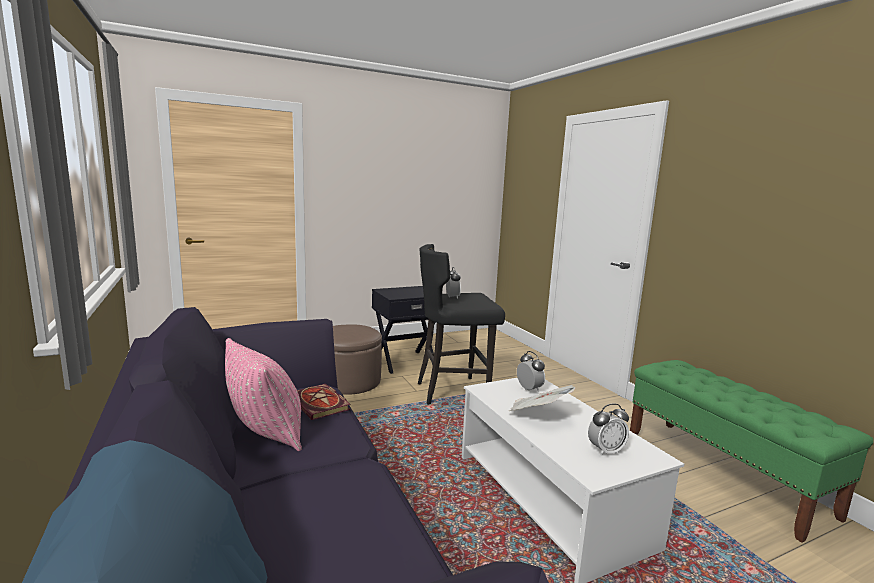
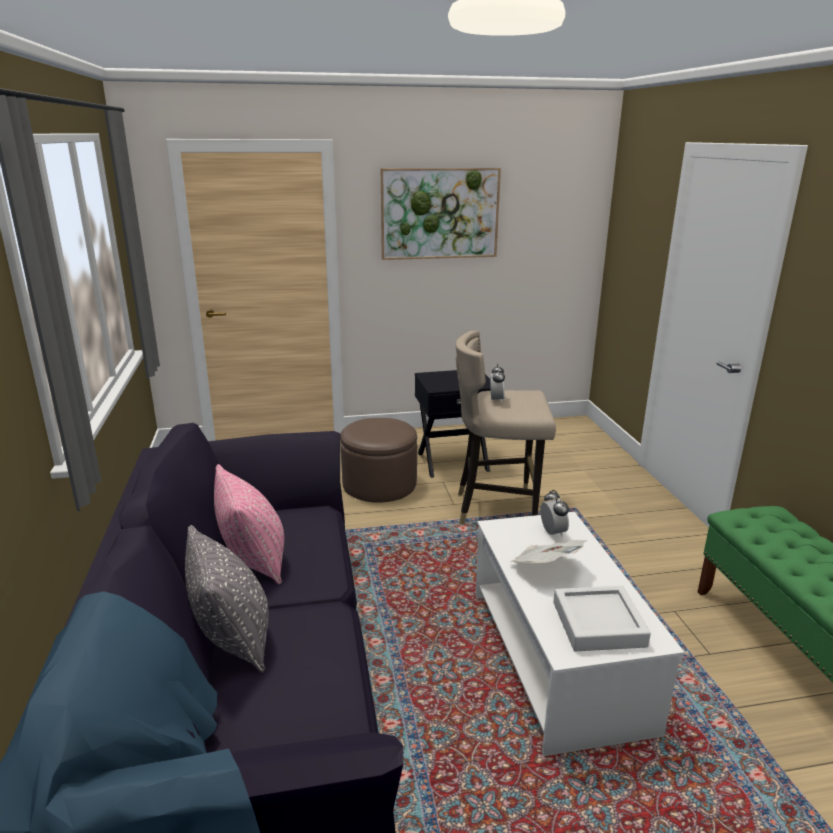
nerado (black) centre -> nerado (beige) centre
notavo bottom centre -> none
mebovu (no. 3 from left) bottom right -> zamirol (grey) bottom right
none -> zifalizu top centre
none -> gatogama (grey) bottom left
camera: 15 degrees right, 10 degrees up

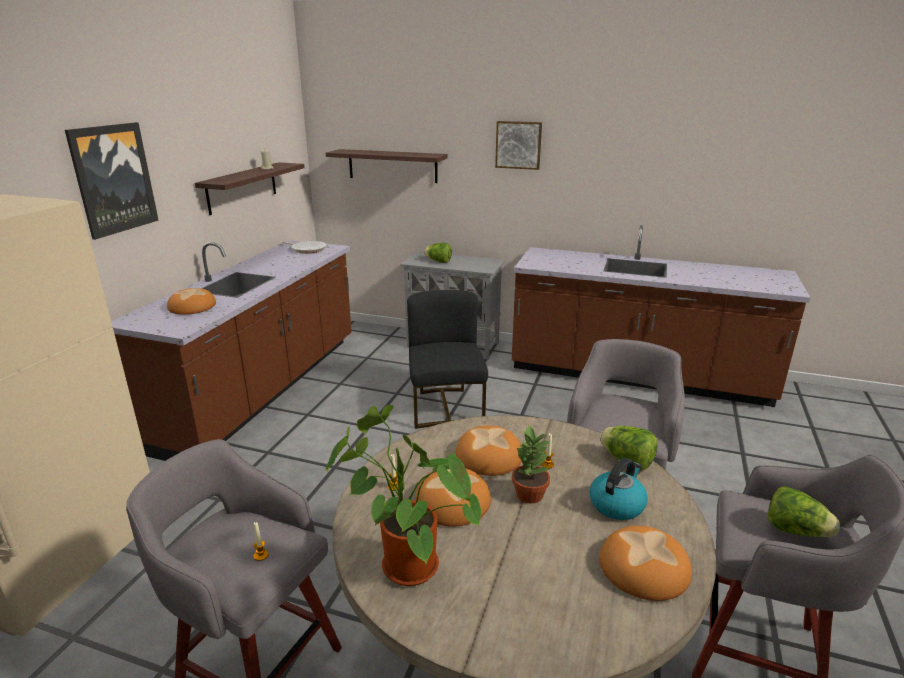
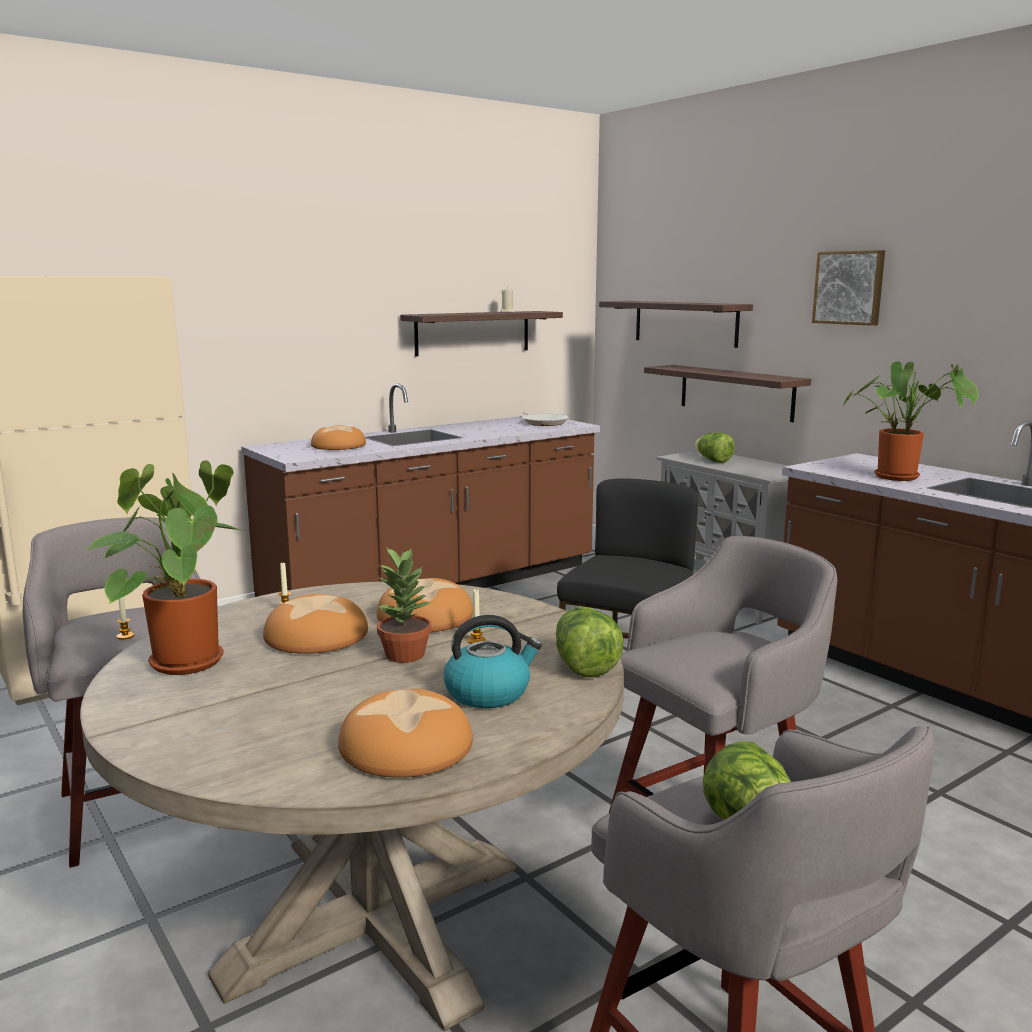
zifalizu (no. 1 from left) top left -> none
none -> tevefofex (no. 3 from left) middle right
none -> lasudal (no. 3 from left) middle right
camera: 35 degrees right, 10 degrees down

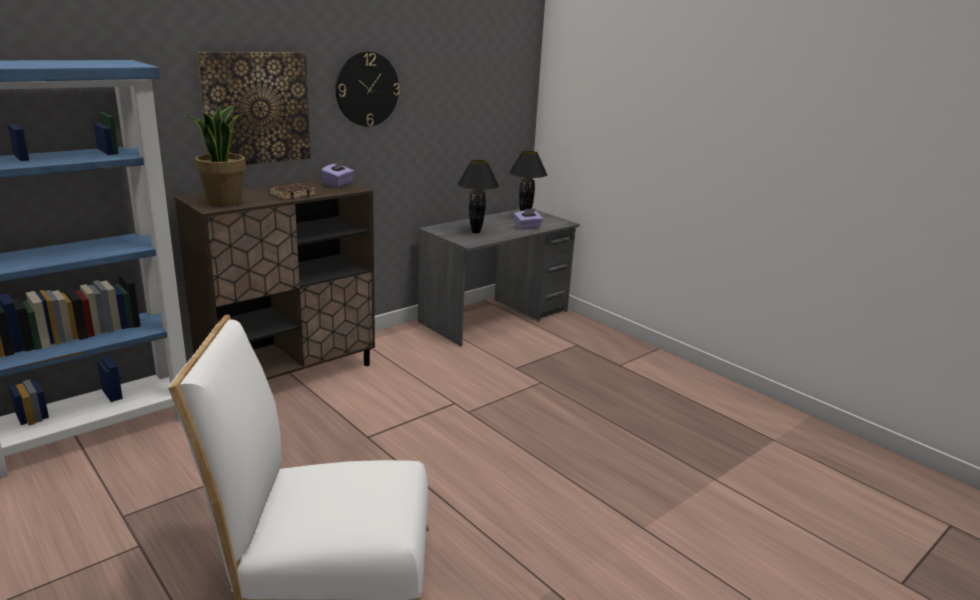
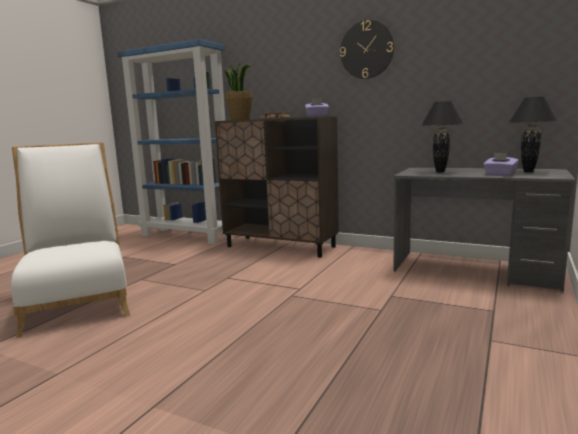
zifalizu top left -> none
camera: 70 degrees right, 10 degrees down

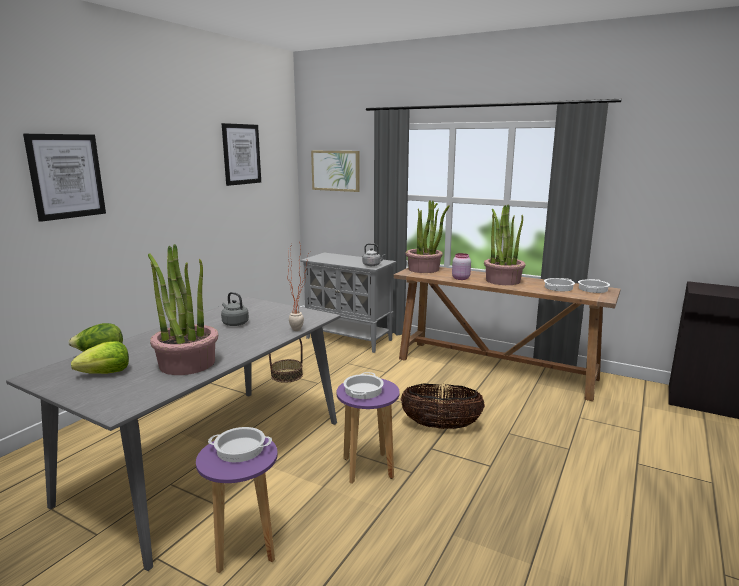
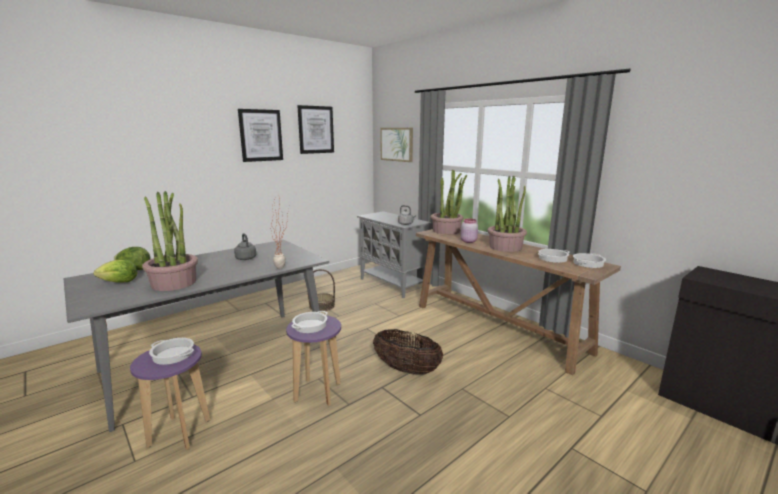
zifalizu (no. 1 from left) top left -> zifalizu (no. 1 from left) top centre, shifted
camera: 20 degrees right, 0 degrees up

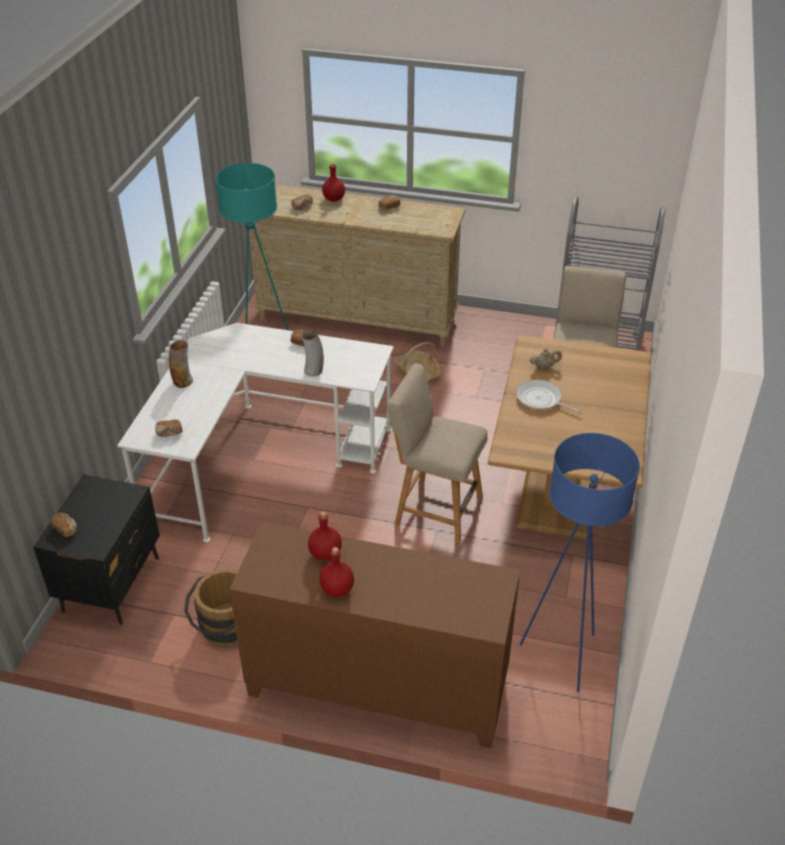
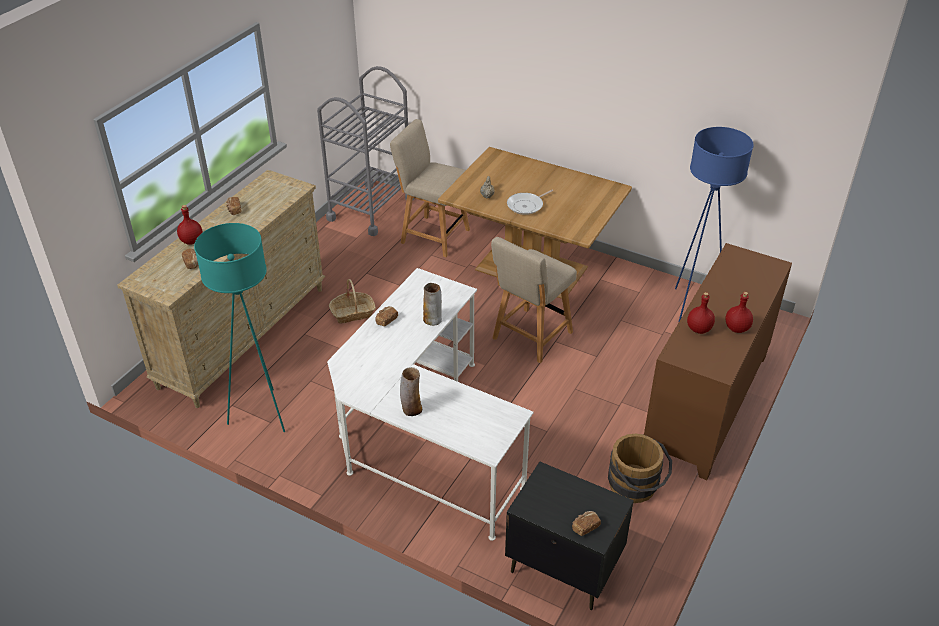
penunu (no. 2 from left) middle left -> none
camera: 75 degrees left, 0 degrees up

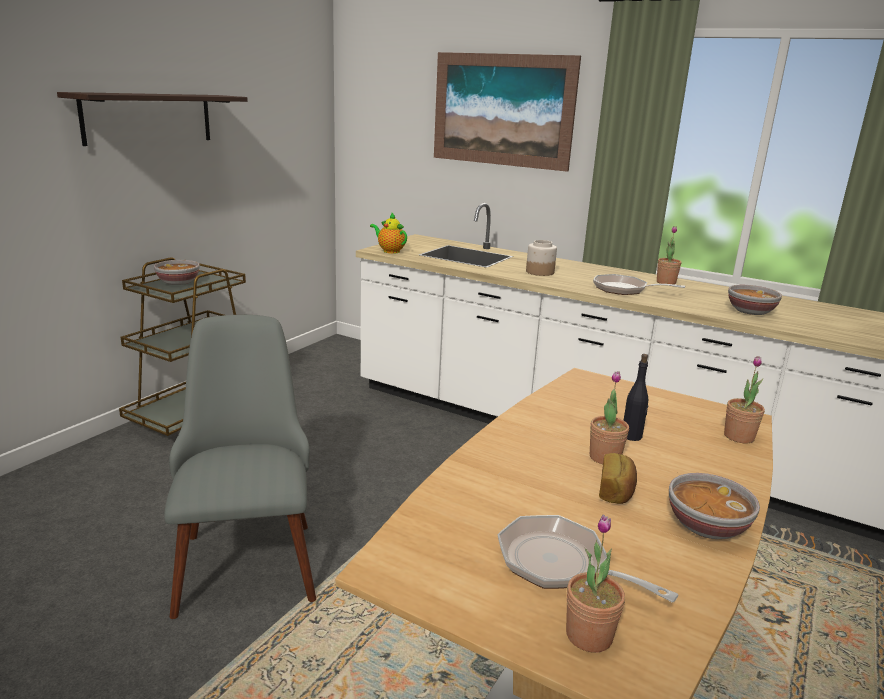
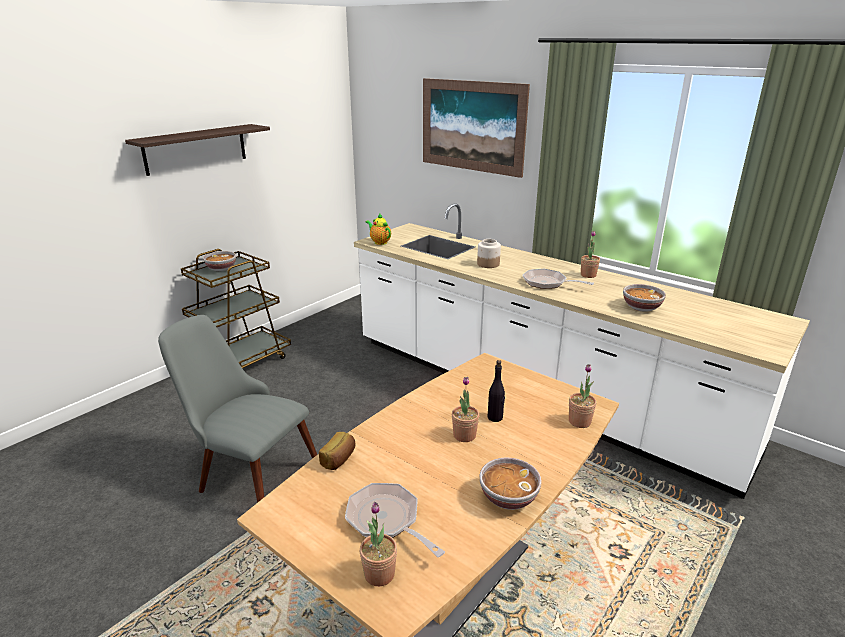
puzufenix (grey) bottom left -> puzufenix (grey) middle left, 60 degrees counterclockwise
penunu bottom right -> penunu bottom centre, shifted
camera: 10 degrees right, 5 degrees up

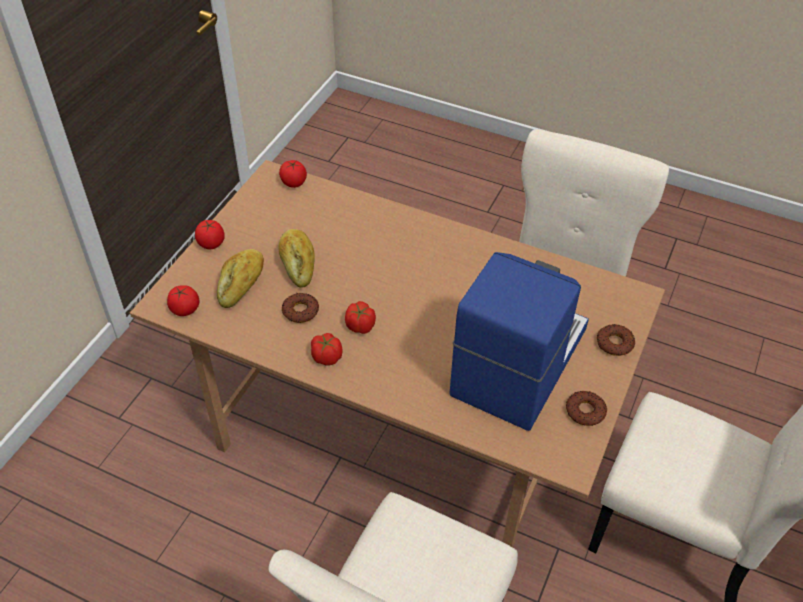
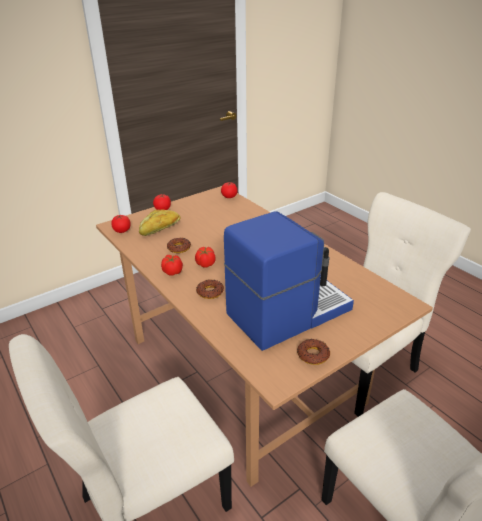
penunu (no. 2 from left) centre -> none
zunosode (no. 3 from left in the first image) middle right -> zunosode (no. 2 from left) centre, shifted
camera: 30 degrees right, 15 degrees down

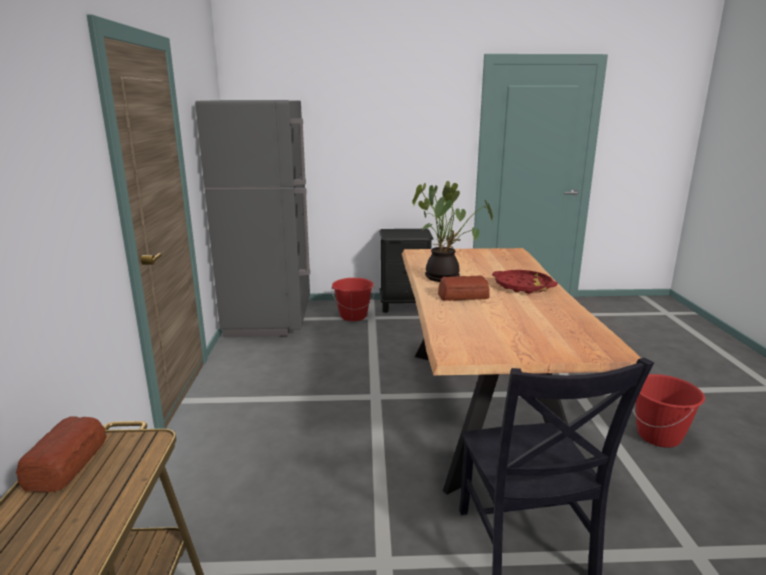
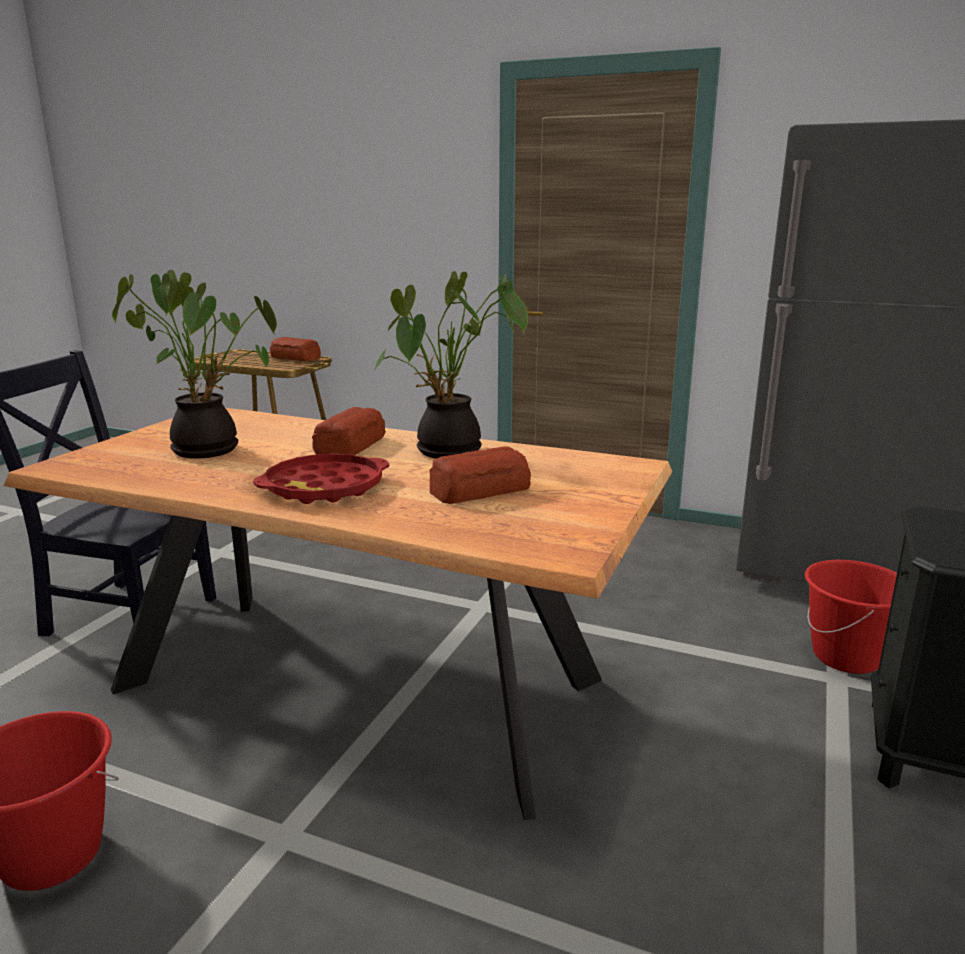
none -> tevefofex (no. 1 from left) middle left
none -> penunu (no. 3 from left) centre
camera: 115 degrees right, 0 degrees up

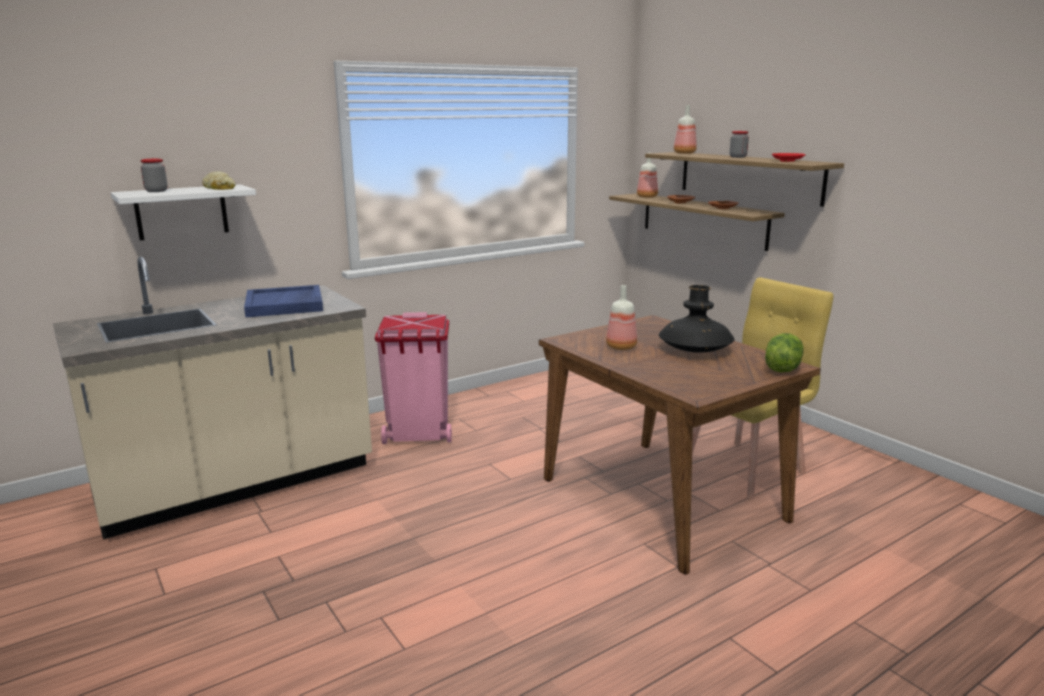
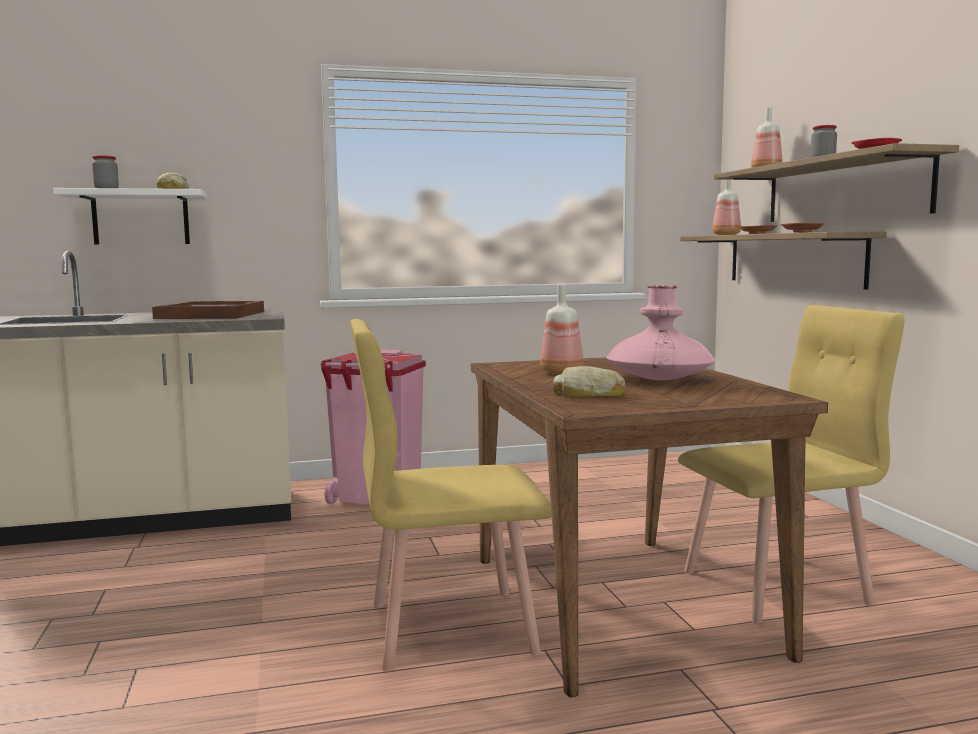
zamirol (blue) middle left -> zamirol (brown) middle left
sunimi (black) middle right -> sunimi (pink) middle right
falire middle right -> none
none -> puzufenix (yellow) (no. 1 from left) bottom centre
none -> penunu (no. 2 from left) centre
camera: 20 degrees right, 10 degrees down

